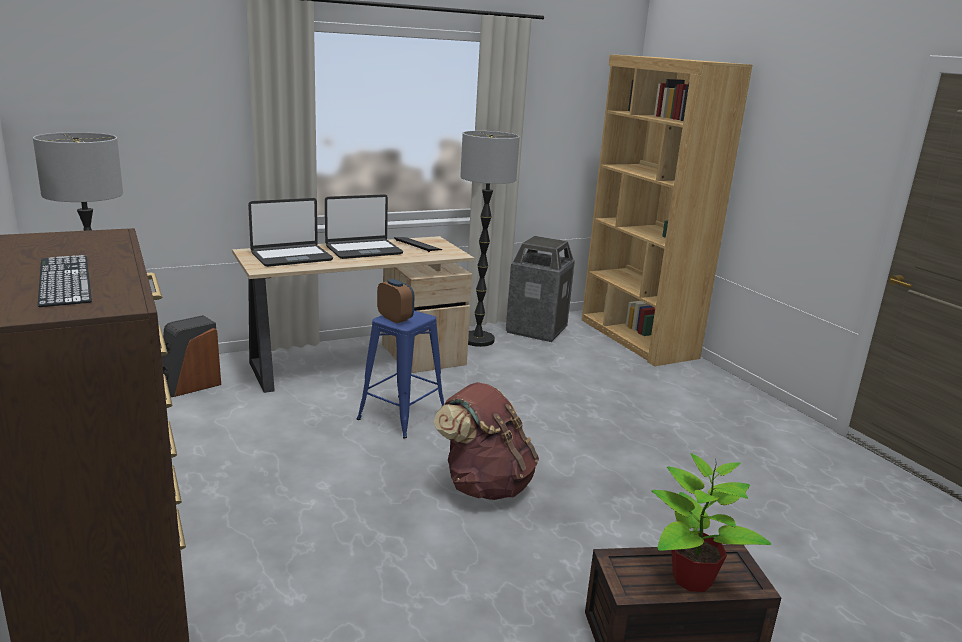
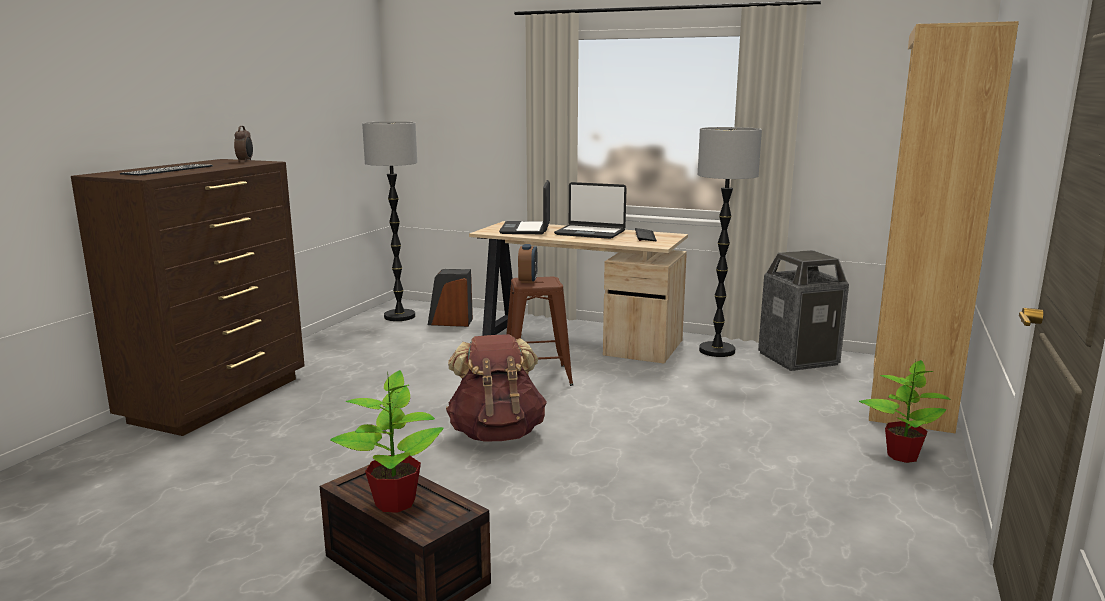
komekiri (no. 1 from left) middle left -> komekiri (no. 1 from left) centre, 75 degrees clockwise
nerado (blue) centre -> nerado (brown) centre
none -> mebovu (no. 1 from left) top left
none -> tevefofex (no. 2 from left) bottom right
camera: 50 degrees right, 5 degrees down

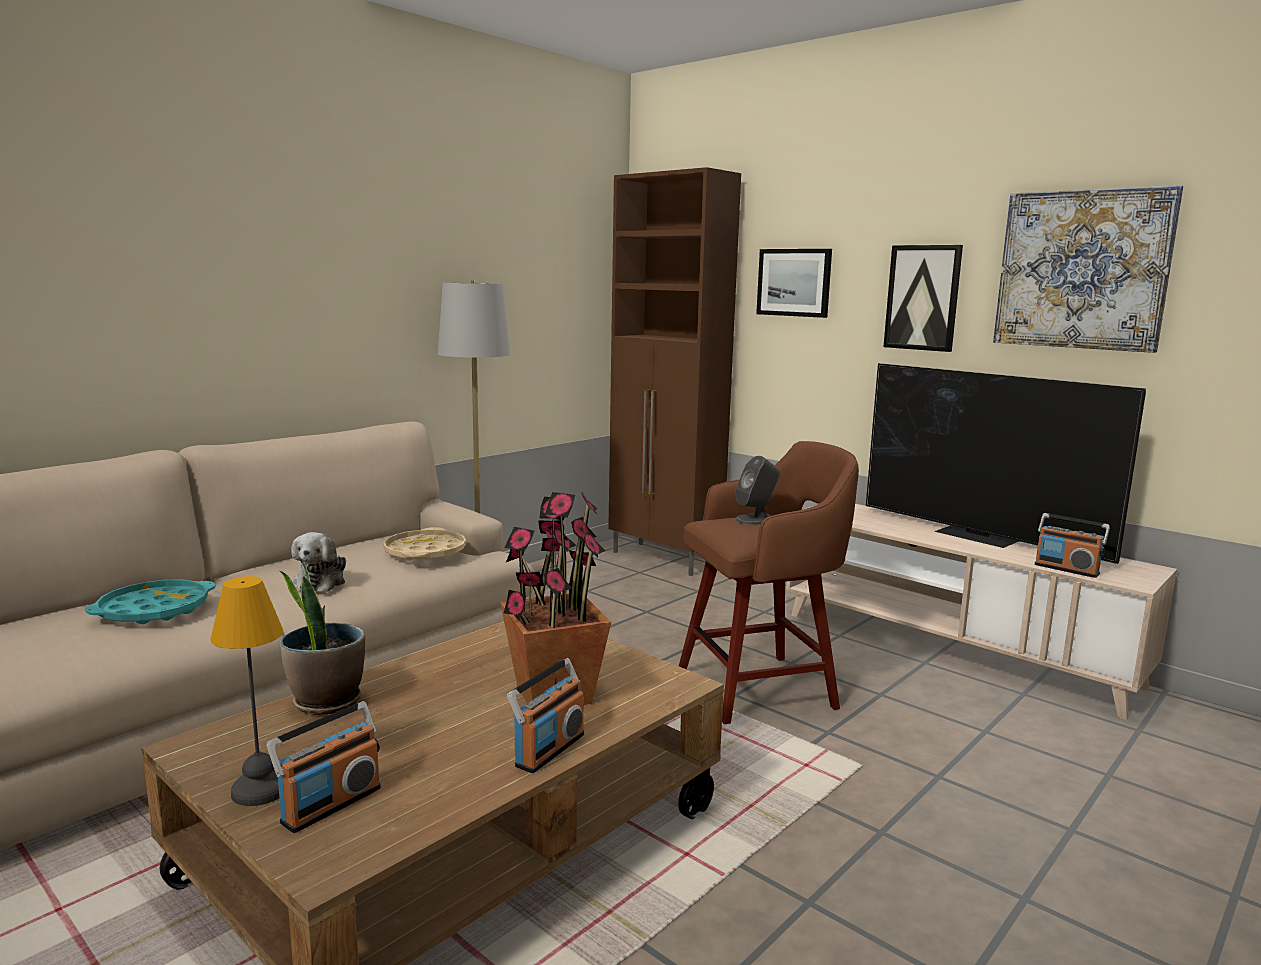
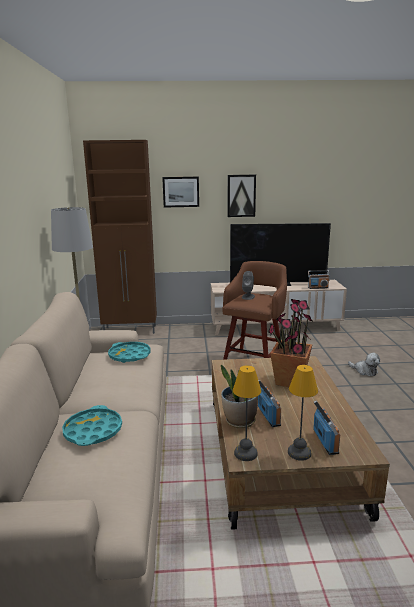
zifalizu (no. 3 from left) top right -> none
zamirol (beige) centre -> zamirol (turquoise) (no. 2 from left) middle left
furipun middle left -> furipun middle right, shifted
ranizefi (no. 2 from left in the first image) bottom centre -> ranizefi (no. 1 from left) centre, shifted
none -> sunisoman (no. 1 from left) bottom centre
camera: 45 degrees left, 5 degrees up

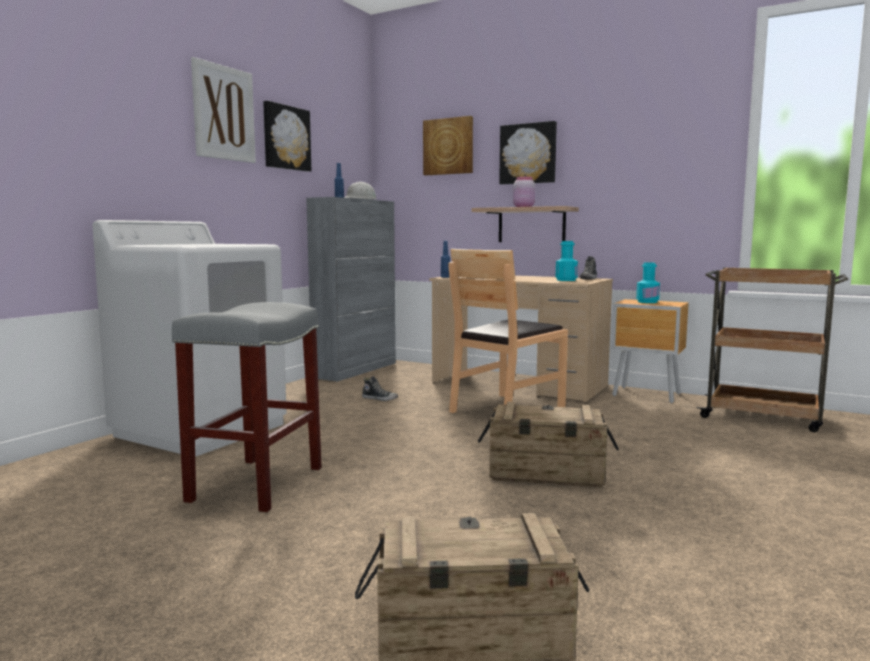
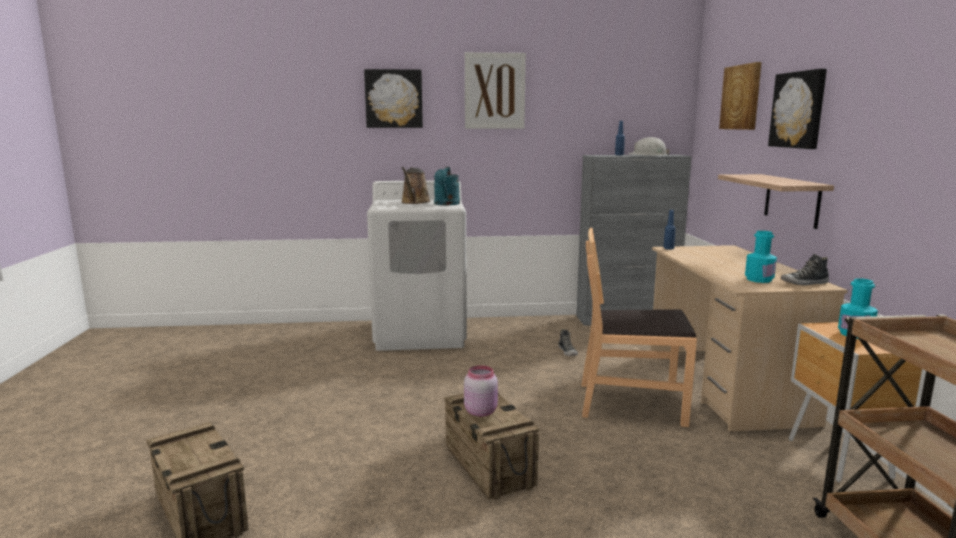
zifalizu (no. 2 from left in the first image) top left -> zifalizu (no. 1 from left) top centre, shifted
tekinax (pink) top centre -> tekinax (pink) bottom centre, shifted
nerado (grey) middle left -> none
none -> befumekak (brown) centre
none -> befumekak (turquoise) centre
camera: 55 degrees right, 5 degrees up

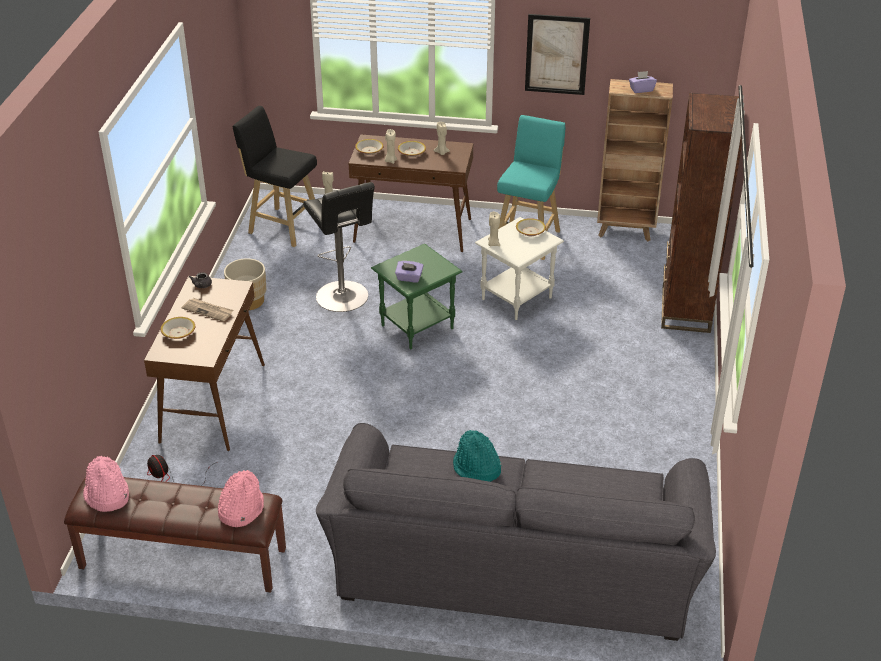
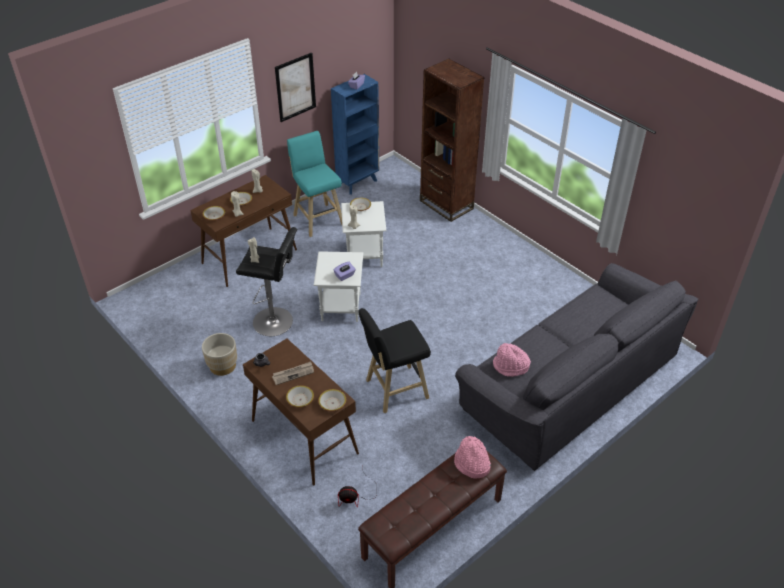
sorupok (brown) (no. 1 from left) top right -> sorupok (blue) top centre
nerado (black) (no. 1 from left in the first image) top left -> nerado (black) (no. 2 from left) centre, shifted
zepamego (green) centre -> zepamego (white) (no. 1 from left) centre
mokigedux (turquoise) bottom centre -> none
mokigedux (pink) (no. 1 from left in the first image) bottom left -> mokigedux (pink) (no. 2 from left) centre, shifted
none -> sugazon (no. 4 from left) bottom centre
camera: 50 degrees left, 5 degrees up

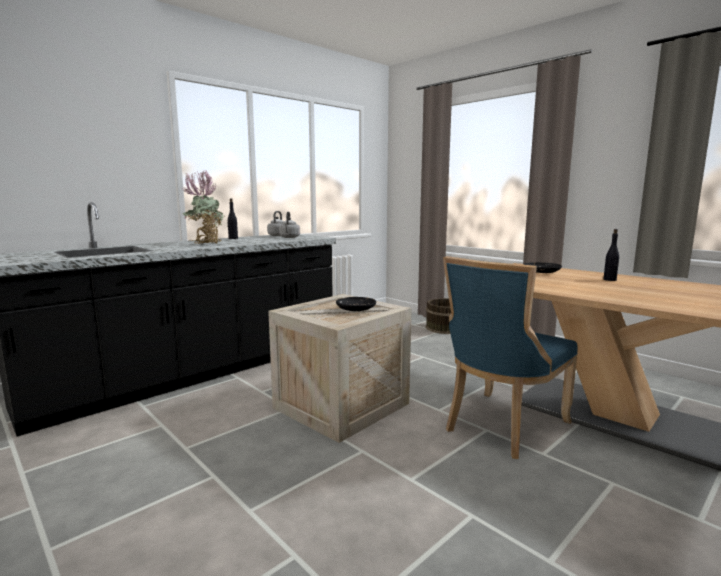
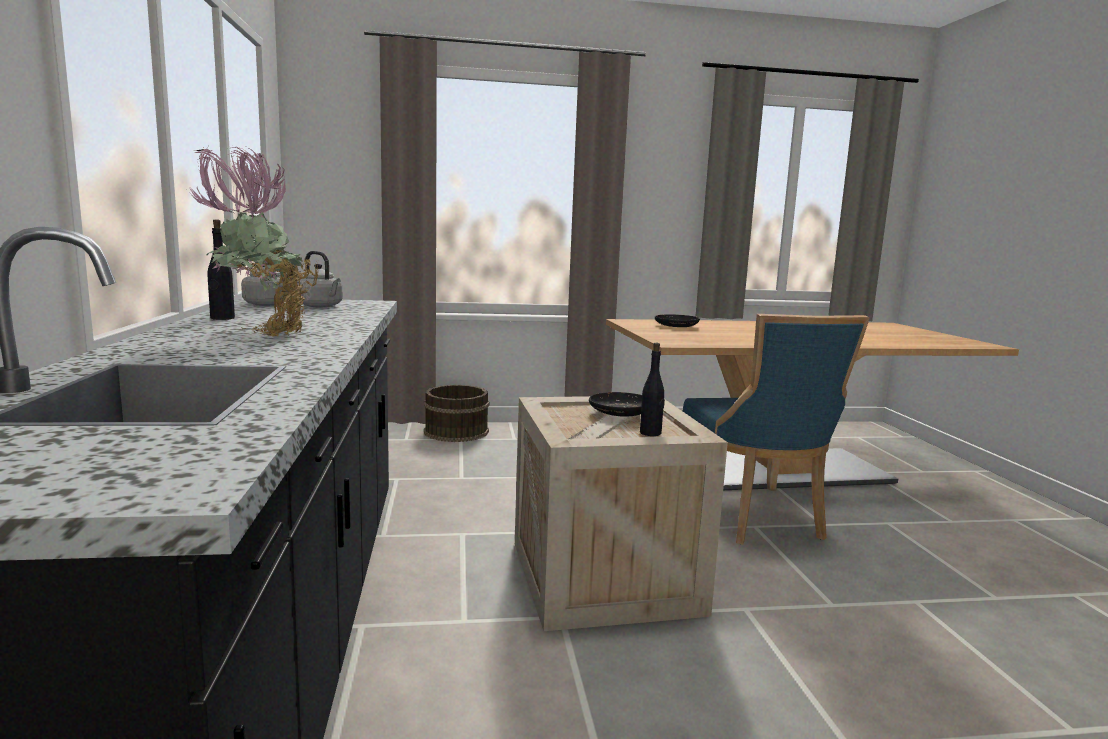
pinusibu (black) (no. 2 from left) middle right -> pinusibu (black) (no. 2 from left) centre, shifted
camera: 55 degrees left, 0 degrees up

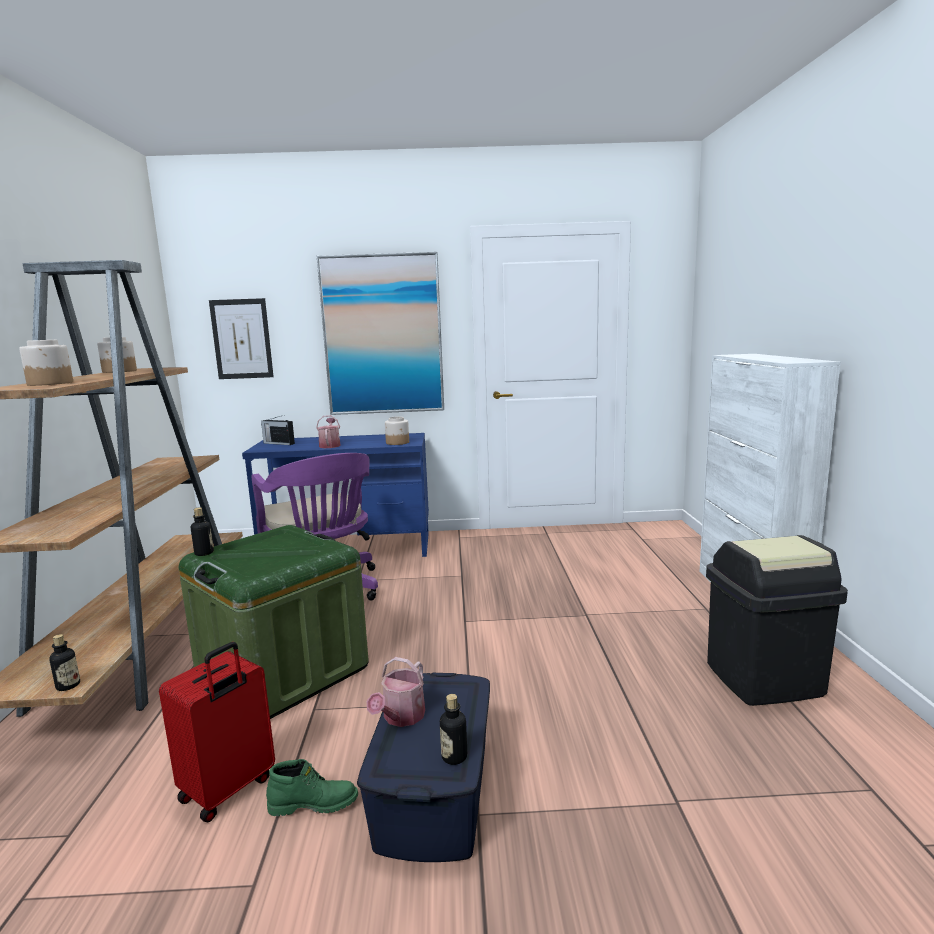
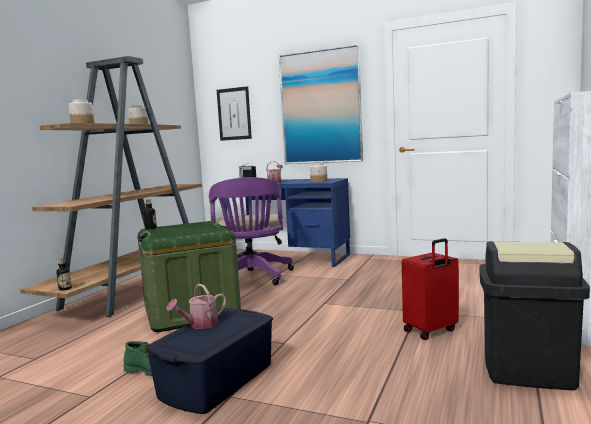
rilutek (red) bottom left -> rilutek (red) bottom right, shifted
pinusibu (no. 3 from left) bottom centre -> none
camera: 25 degrees right, 5 degrees down

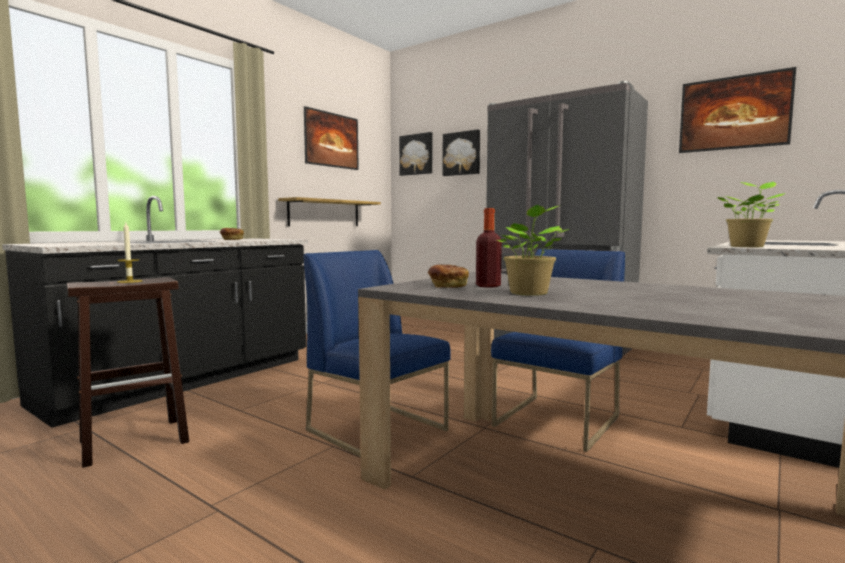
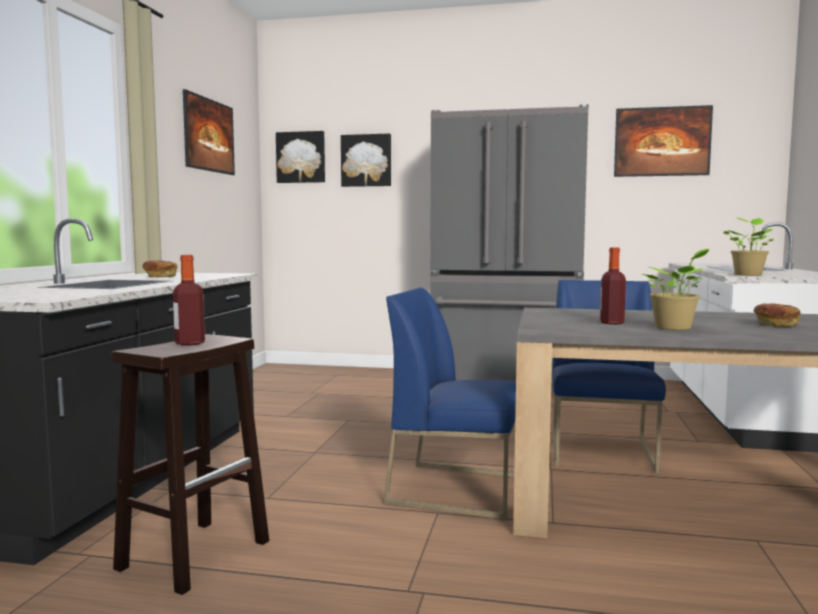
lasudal centre -> none
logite middle left -> pinusibu (no. 1 from left) middle left
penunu (no. 2 from left) centre -> penunu (no. 2 from left) middle right, shifted
camera: 25 degrees left, 0 degrees up

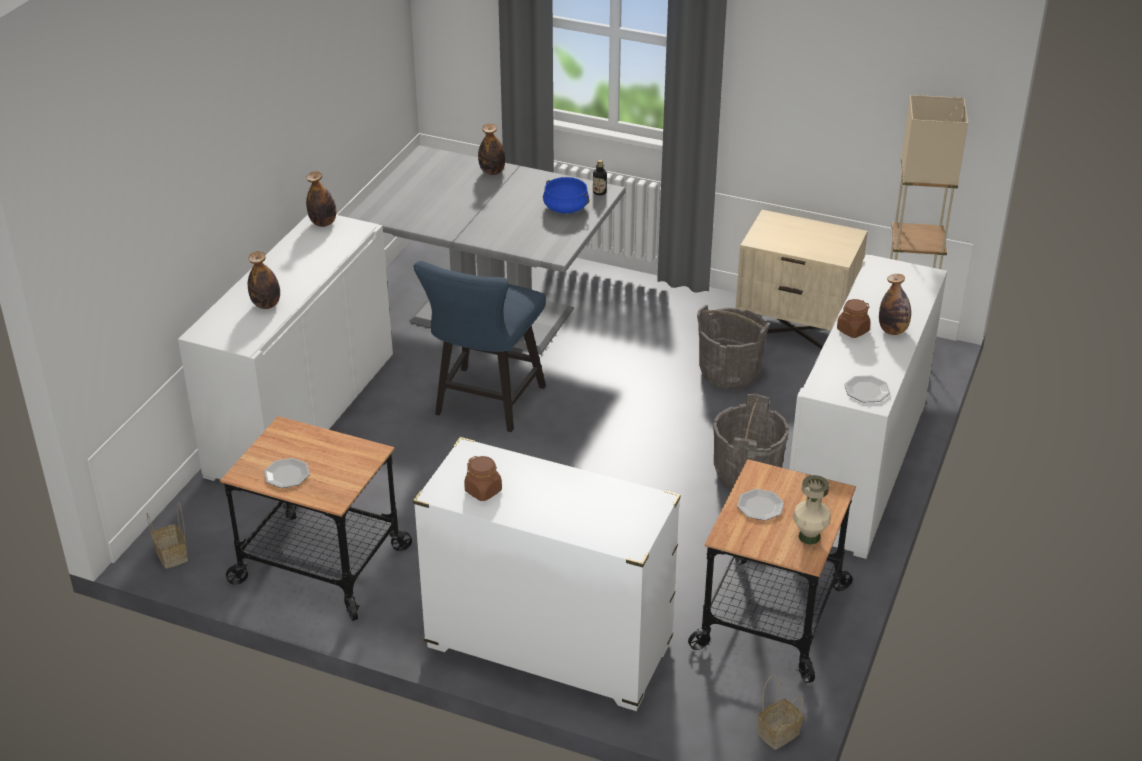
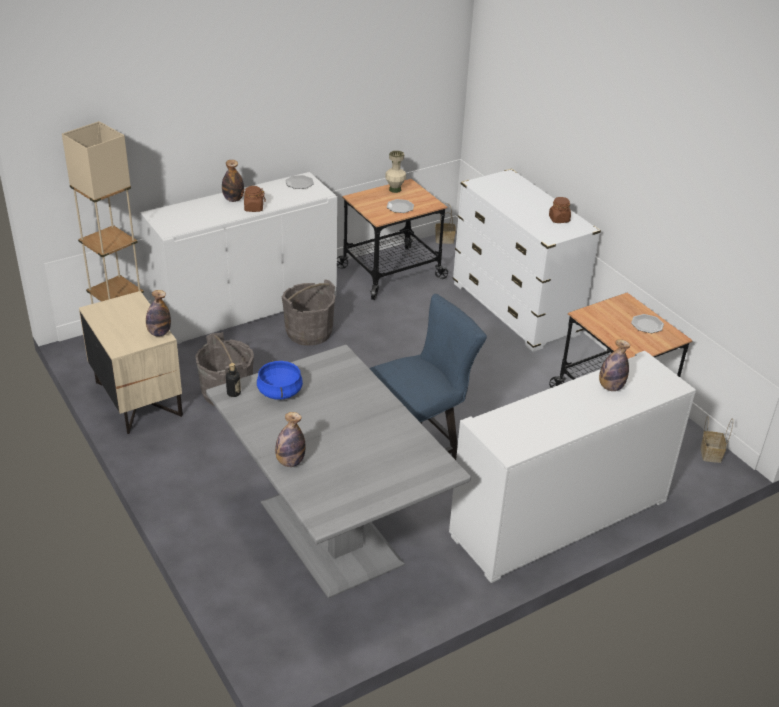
pinusibu (no. 2 from left in the first image) top left -> pinusibu (no. 1 from left) middle left, shifted
camera: 145 degrees left, 0 degrees up

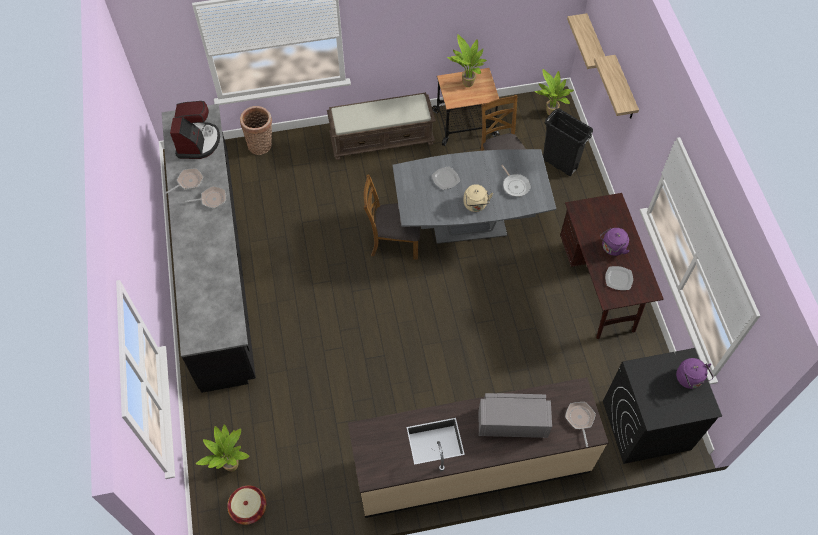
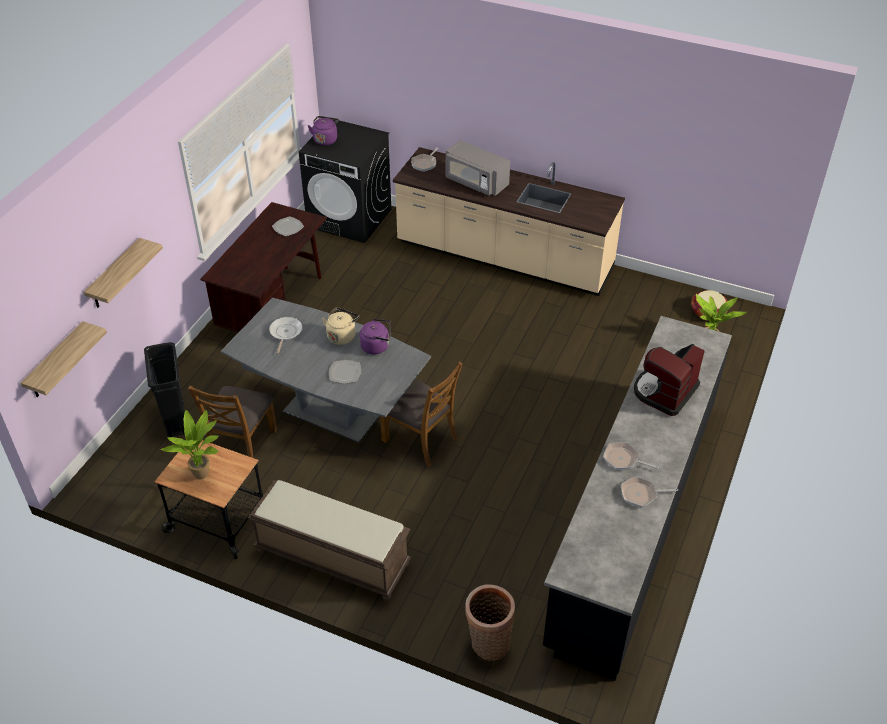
tevefofex (no. 3 from left) top right -> none
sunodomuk top left -> sunodomuk middle right, shifted
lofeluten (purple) (no. 1 from left in the first image) middle right -> lofeluten (purple) (no. 2 from left) centre, shifted
camera: 145 degrees left, 15 degrees down

